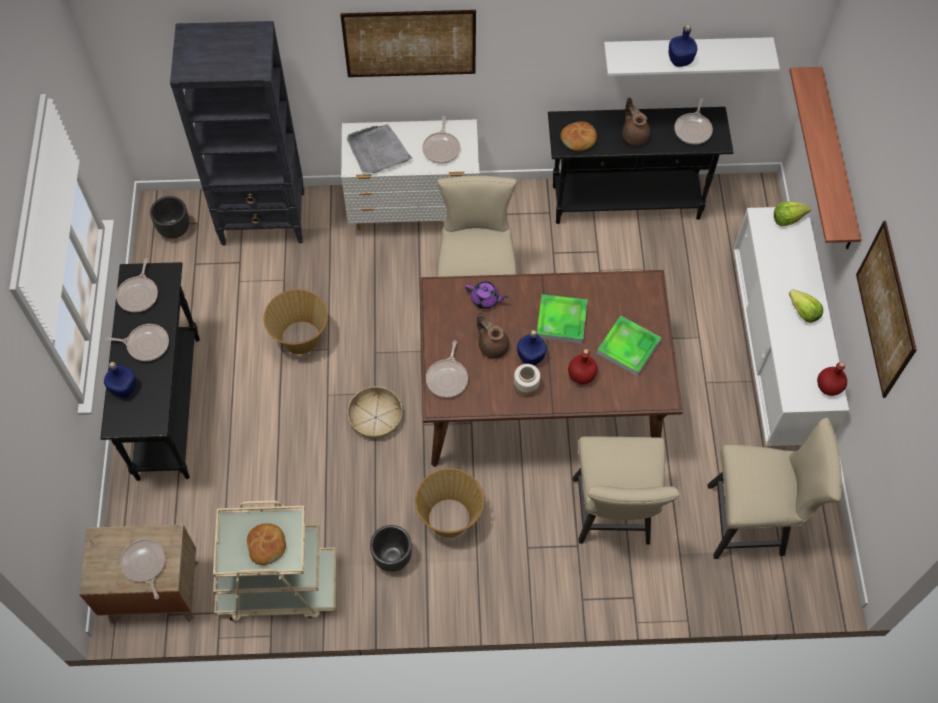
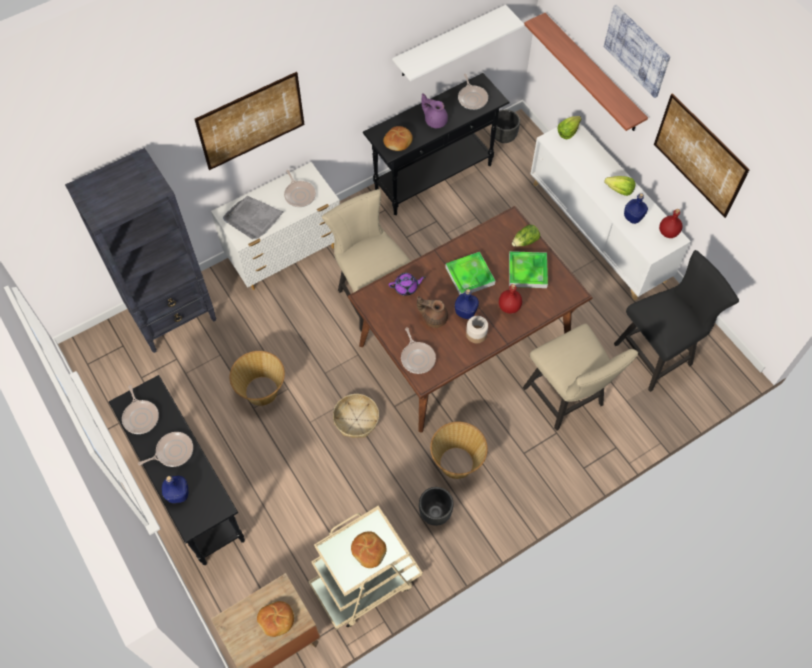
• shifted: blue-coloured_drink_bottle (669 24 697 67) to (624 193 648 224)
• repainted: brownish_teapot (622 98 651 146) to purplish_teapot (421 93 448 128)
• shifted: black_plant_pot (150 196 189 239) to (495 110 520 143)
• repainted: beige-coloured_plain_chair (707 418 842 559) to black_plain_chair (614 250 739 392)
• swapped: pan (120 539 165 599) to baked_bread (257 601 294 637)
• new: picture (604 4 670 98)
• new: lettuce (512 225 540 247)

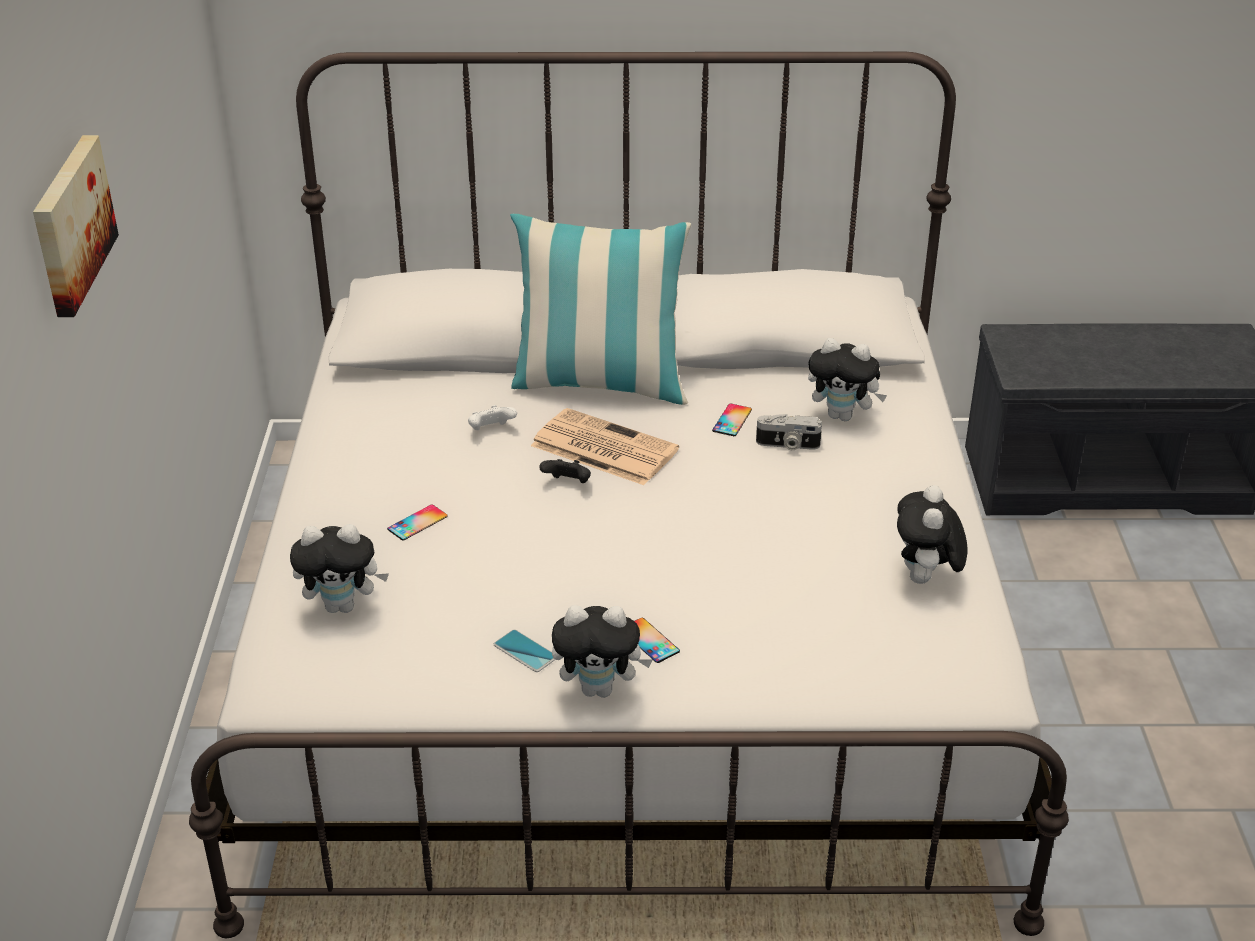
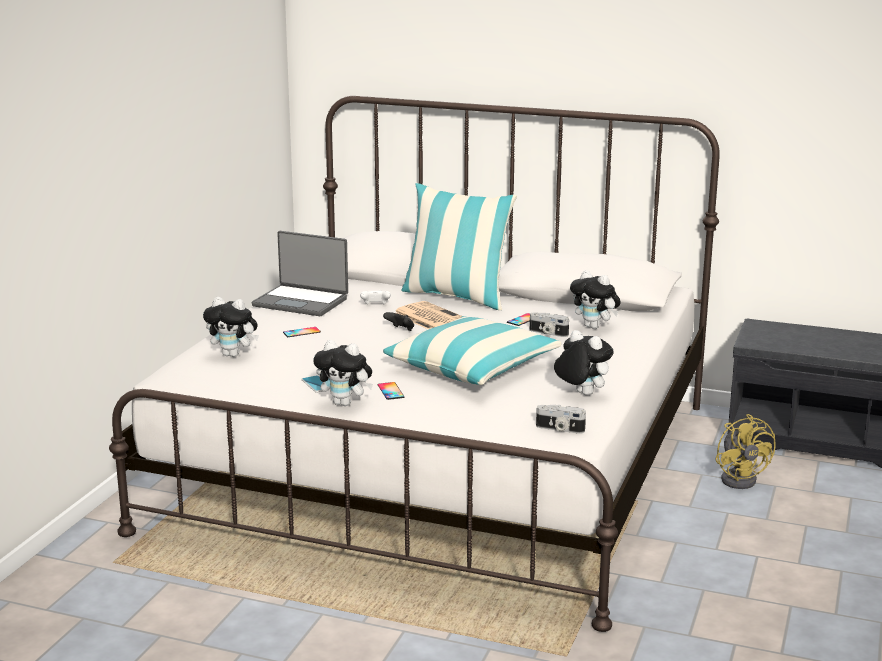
• gone: picture (33 135 119 317)
• rotated: cuddly_toy (897 485 968 584) = (554 330 614 395) 105 degrees clockwise
• new: laptop (252 231 348 316)
• new: pillow (383 316 561 385)
• new: photo_camera (536 405 586 434)
• new: yellowish_fan (715 414 776 489)

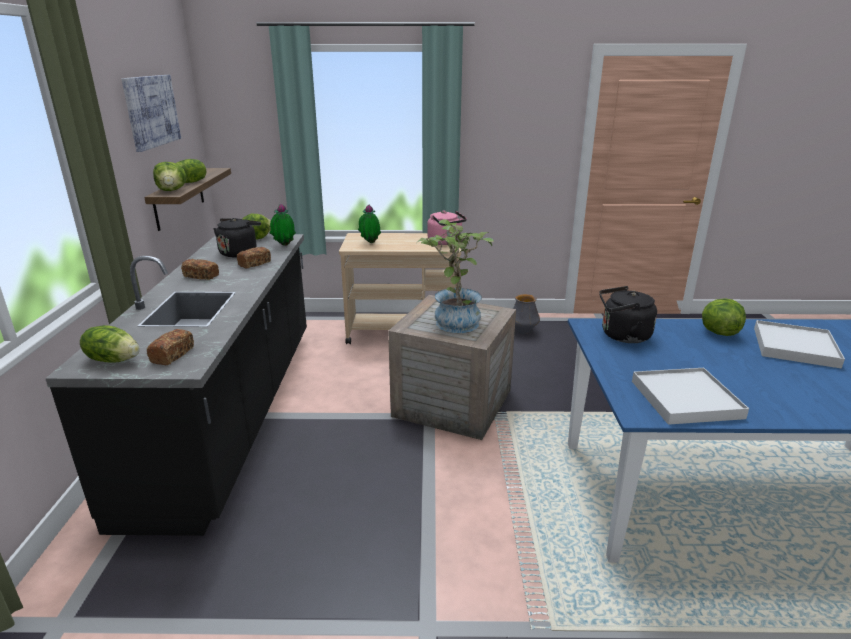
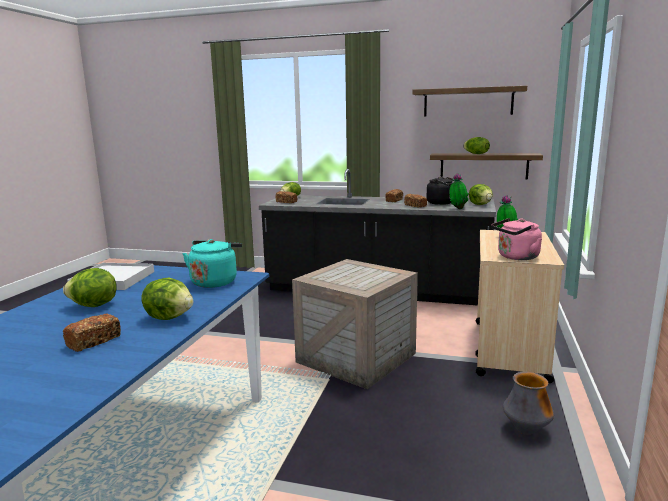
• swapped: picture (121 75 181 152) to bracket_shelf (412 86 527 117)
• shifted: lettuce (153 162 186 191) to (63 268 117 307)
• gone: plant_in_a_pot (418 219 494 333)
• repainted: black_tea_kettle (599 286 657 343) to turquoise_tea_kettle (182 239 242 288)
• swapped: white_tray (754 320 845 369) to baked_bread (63 314 121 352)

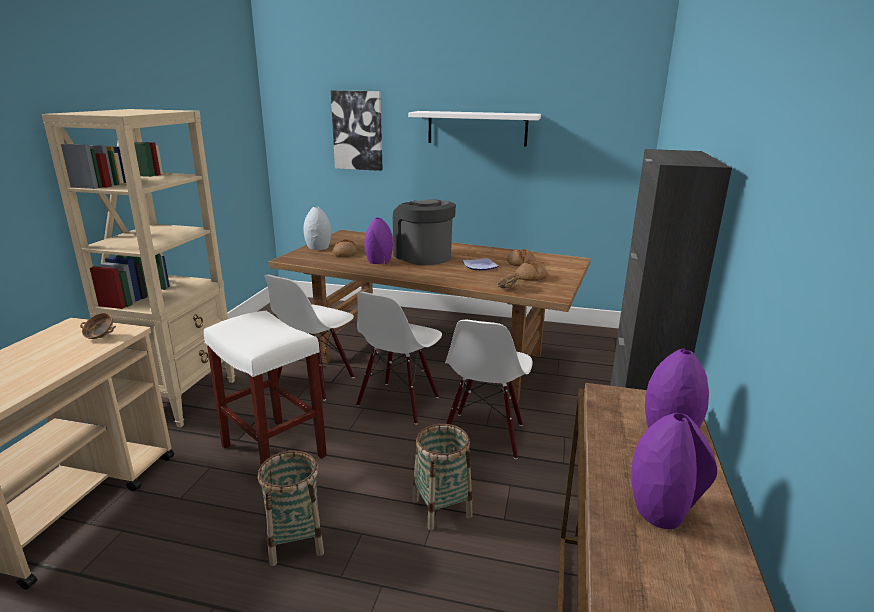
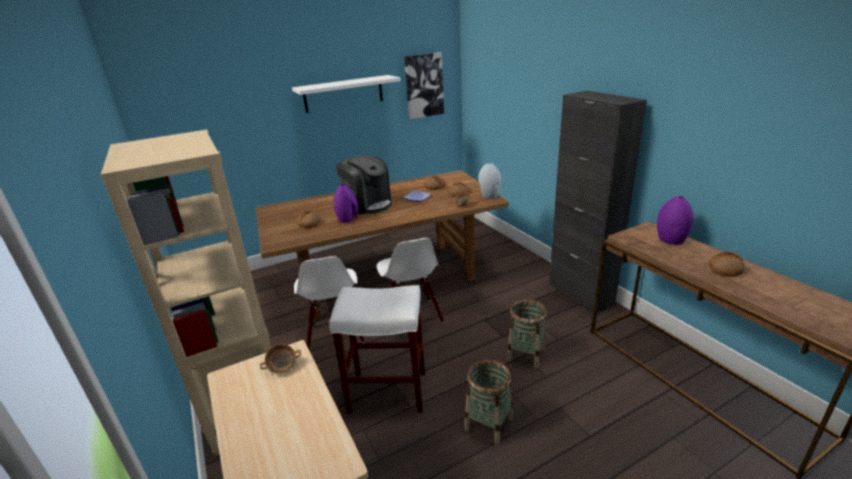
• shifted: picture (331 90 383 171) to (404 52 444 119)
• rotated: coffee_maker (393 199 456 265) = (336 156 392 214) 150 degrees counterclockwise
• shifted: grey_flower_vase (304 207 331 250) to (478 163 501 199)
• gone: white_plain_chair (445 320 533 459)
• swapped: purplish_flower_vase (631 413 717 529) to baked_bread (709 251 745 277)

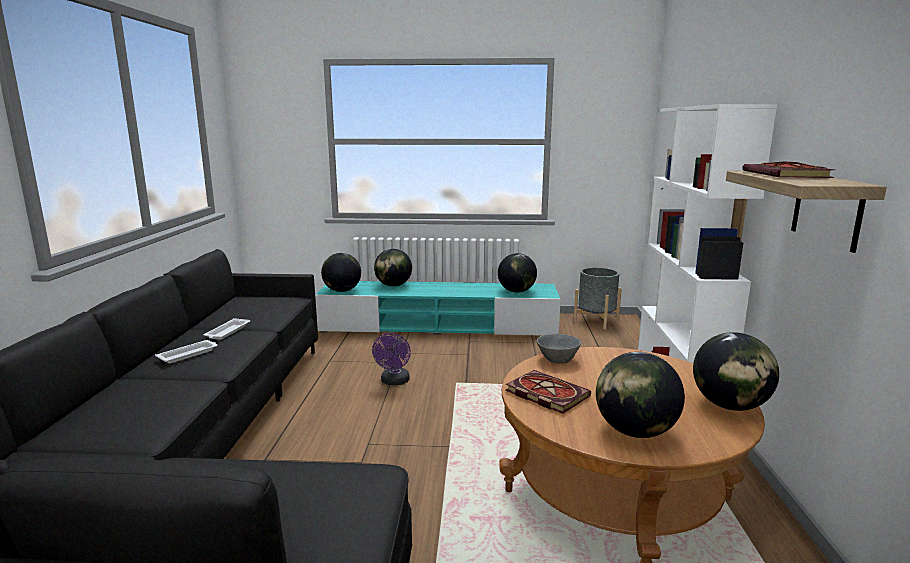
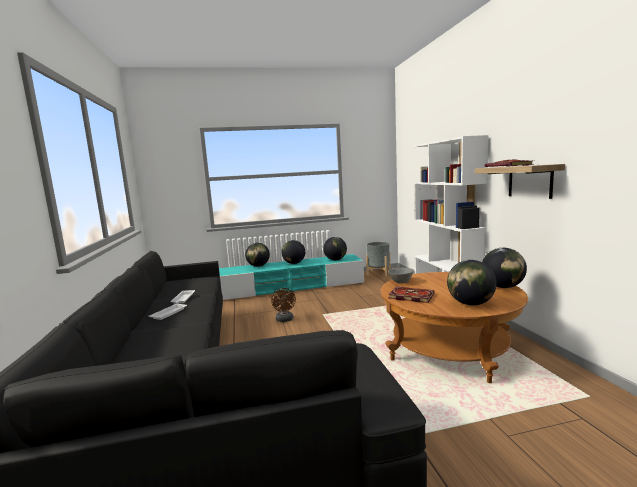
• shifted: desk_globe (321 253 361 292) to (282 240 305 264)
• repainted: purplish_fan (372 333 411 385) to brownish_fan (271 288 296 322)

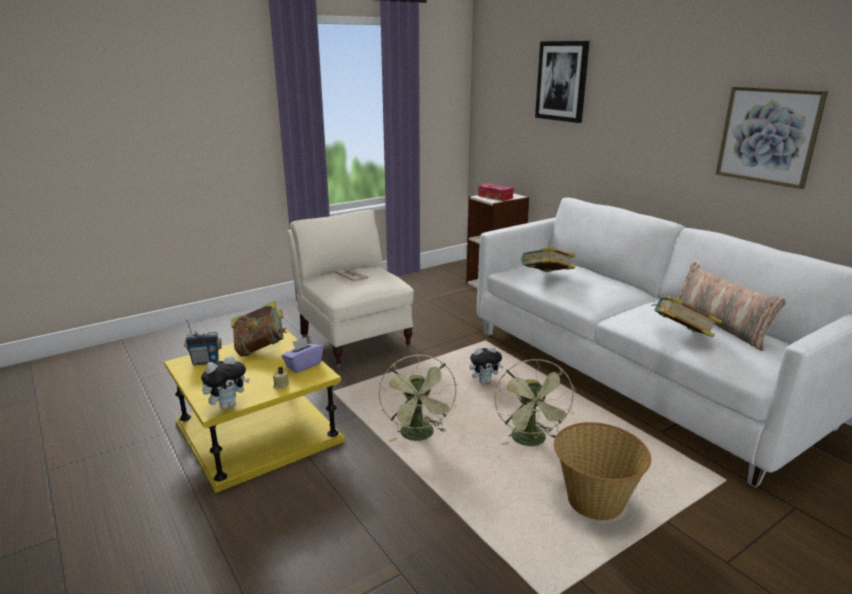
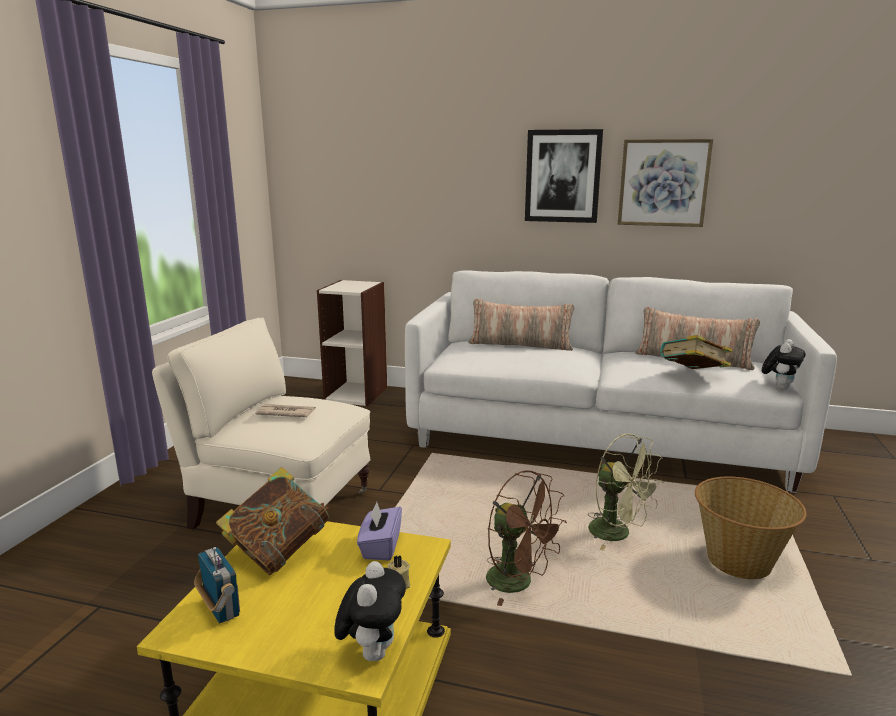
• shifted: picture (535 41 590 123) to (525 129 603 223)
• gone: box_of_tissues (478 183 513 201)
• gone: bound_book (521 247 575 272)
• rotated: radio_set (184 320 221 366) = (194 547 240 624) 75 degrees counterclockwise
• shifted: cuddly_toy (469 346 504 384) to (762 339 806 390)
• repainted: green_fan (379 355 457 442) to brownish_fan (486 470 567 606)
• new: pillow (468 299 574 351)

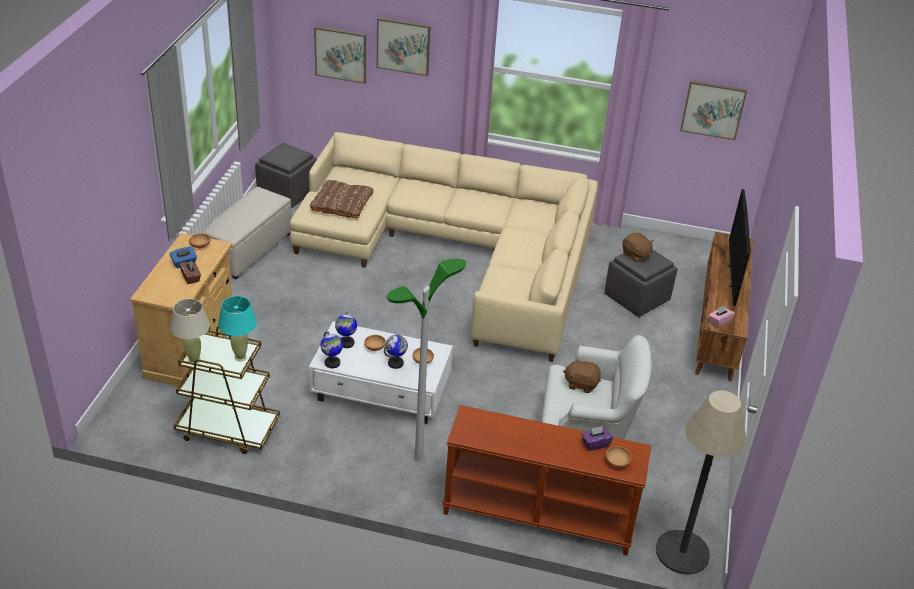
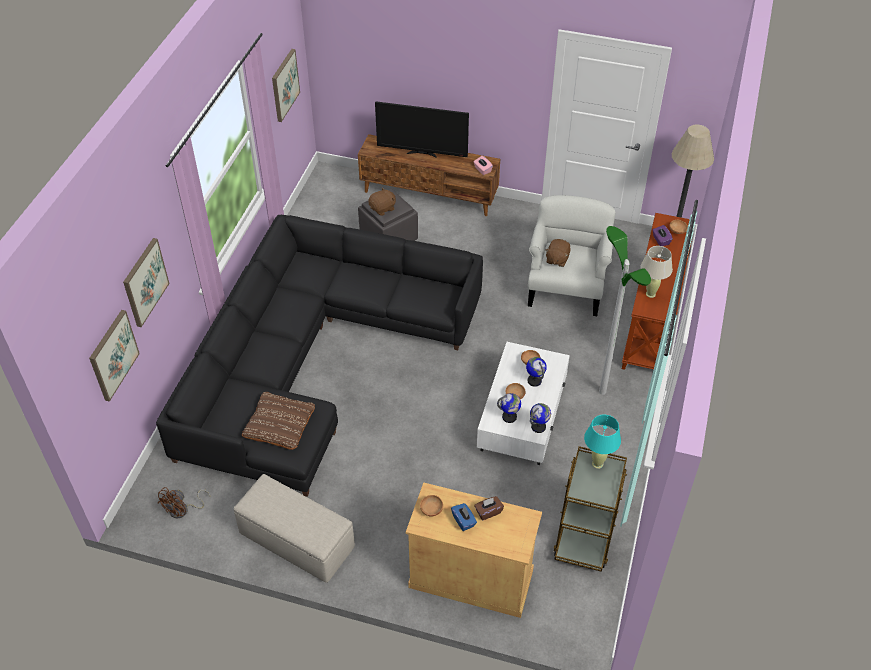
• repainted: beige-coloured_sofa (290 132 598 362) to black_sofa (156 215 483 497)
• swapped: grey_footrest (255 143 317 208) to brownish_fan (158 487 210 519)
• shifted: beige-coloured_tabletop_lamp (170 299 210 364) to (641 246 673 298)

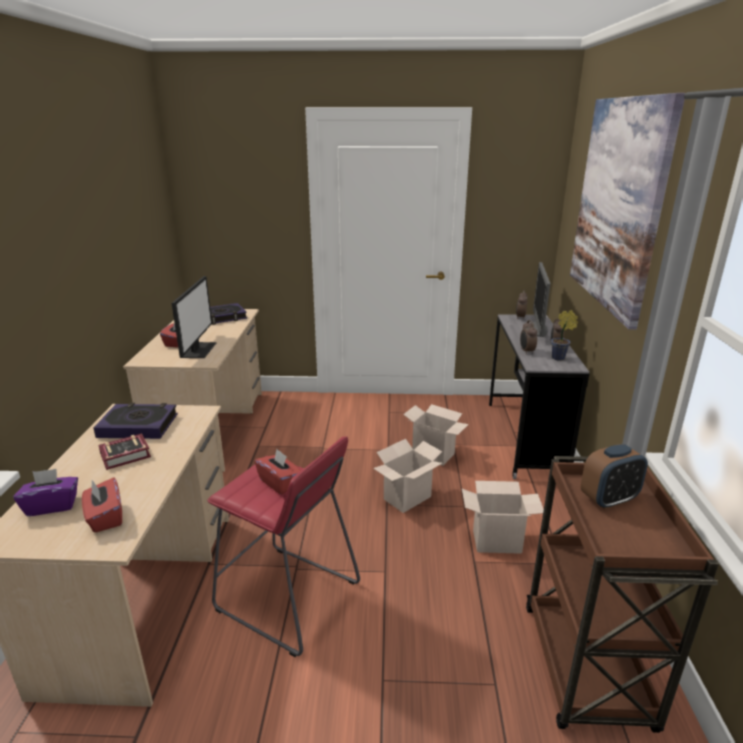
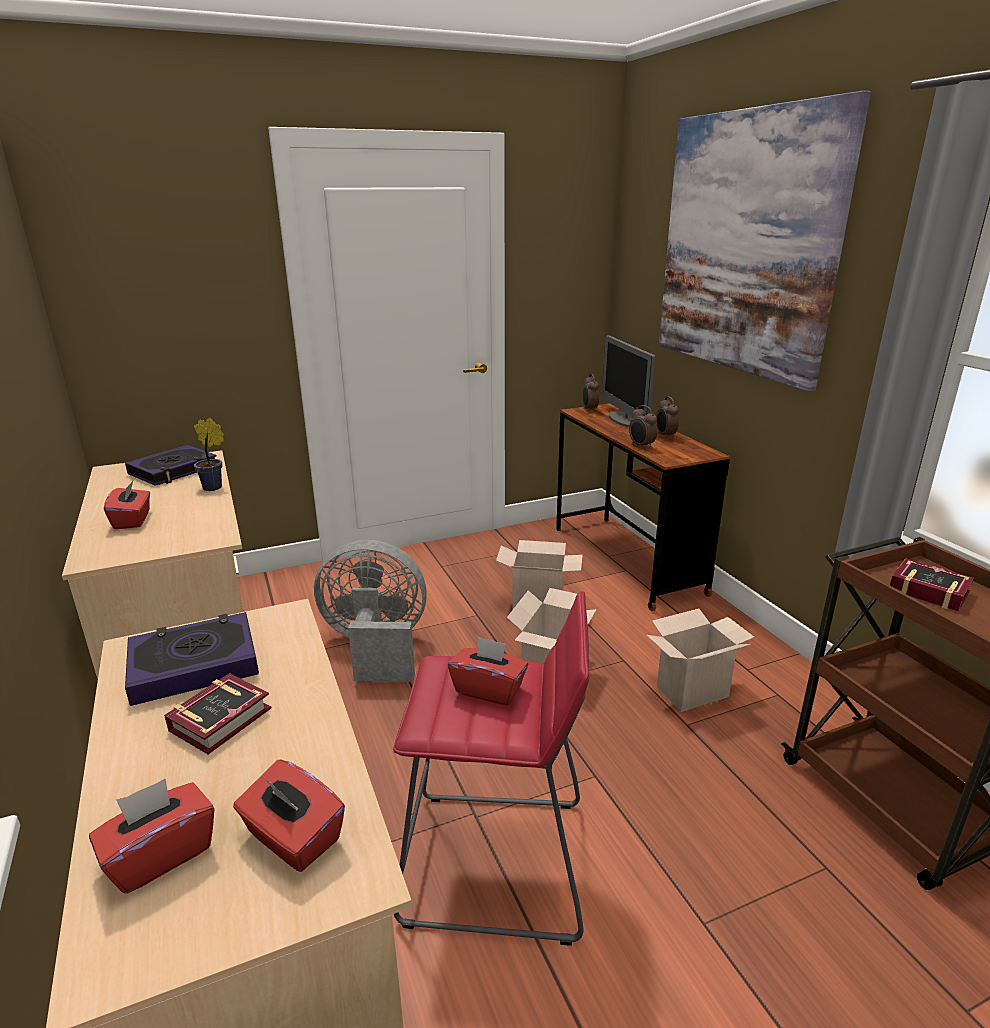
• gone: computer_screen (172 276 216 358)
• shifted: plant_in_a_pot (551 310 578 361) to (194 418 224 491)
• repainted: grey_desk (489 314 589 479) to brownish_desk (556 403 730 611)
• swapped: alarm_clock (581 444 648 509) to bound_book (890 559 974 611)
• repainted: purplish_box_of_tissues (13 469 78 516) to reddish_box_of_tissues (89 778 214 894)
• new: grey_fan (314 540 427 682)

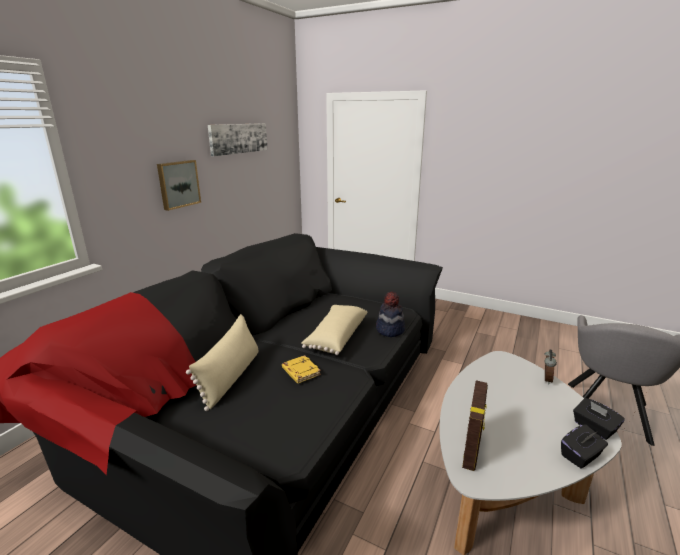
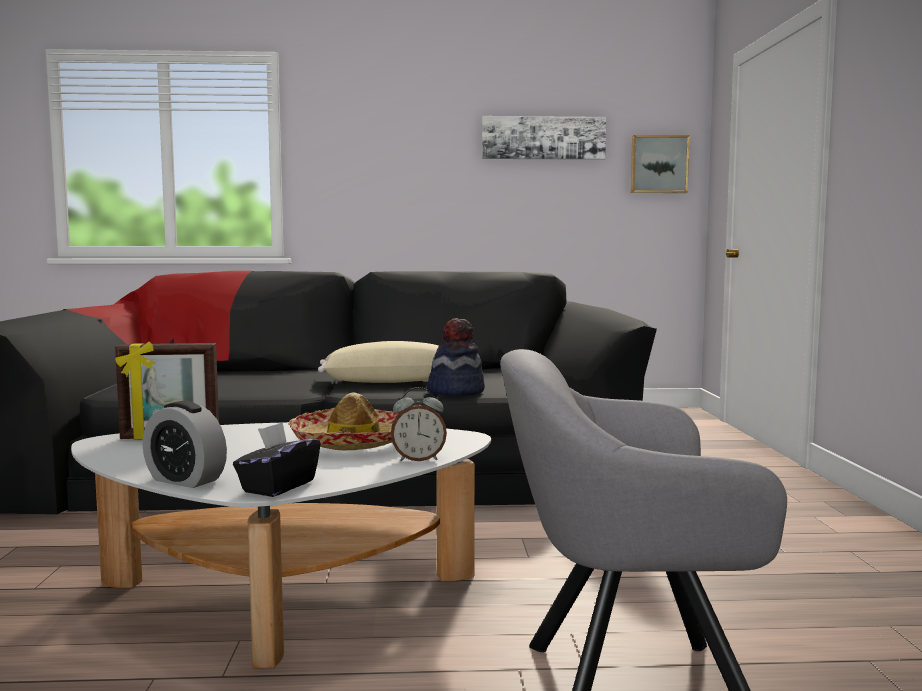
• shifted: picture (157 160 201 211) to (631 135 690 193)
• gone: beige-coloured_pillow (186 314 258 411)
• gone: yellowish_bound_book (282 355 321 383)
• swapped: black_box_of_tissues (561 424 608 468) to alarm_clock (143 401 227 488)
• new: wearable_hat (288 392 399 450)

